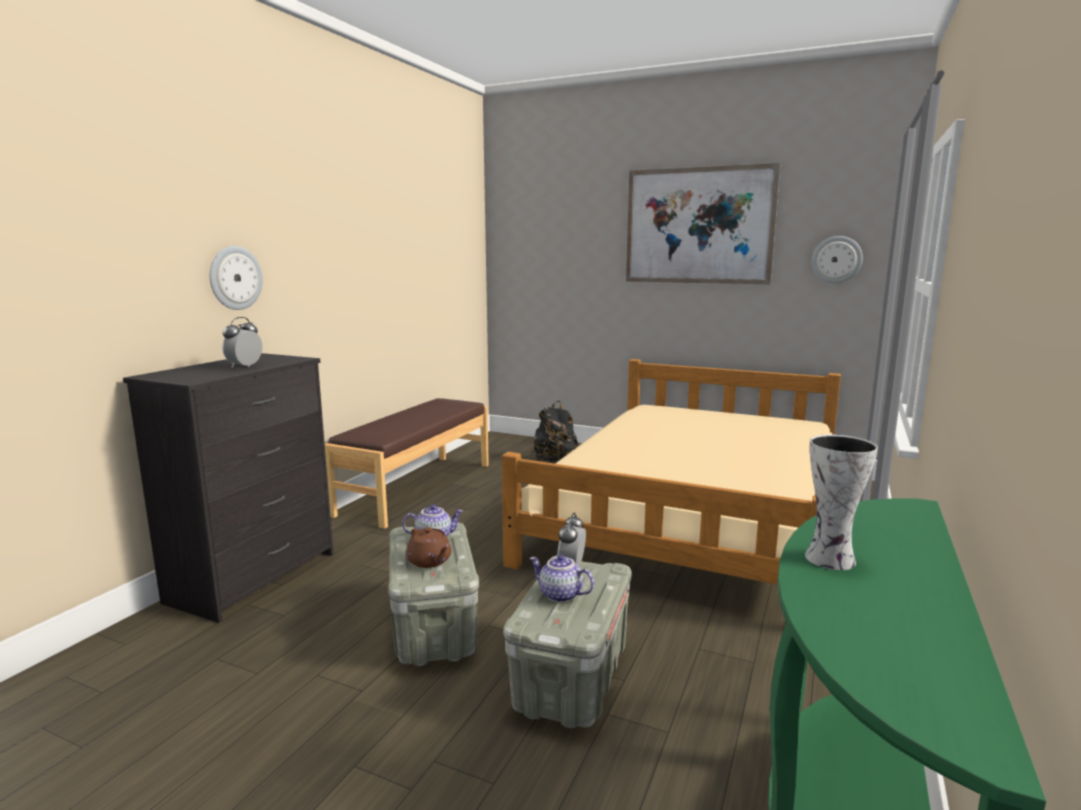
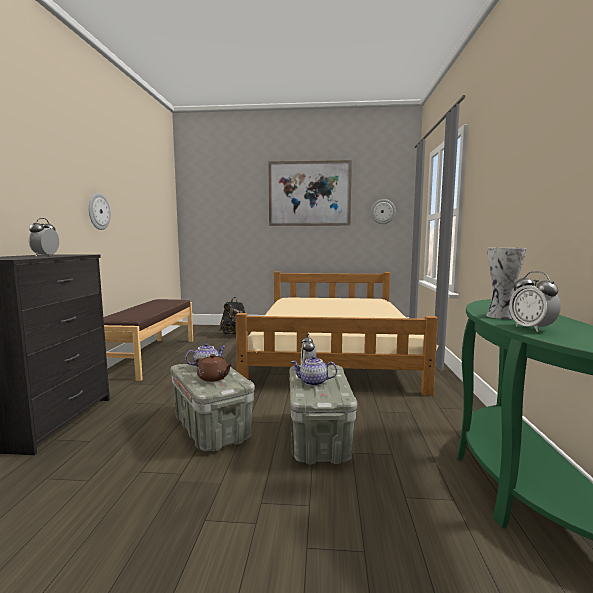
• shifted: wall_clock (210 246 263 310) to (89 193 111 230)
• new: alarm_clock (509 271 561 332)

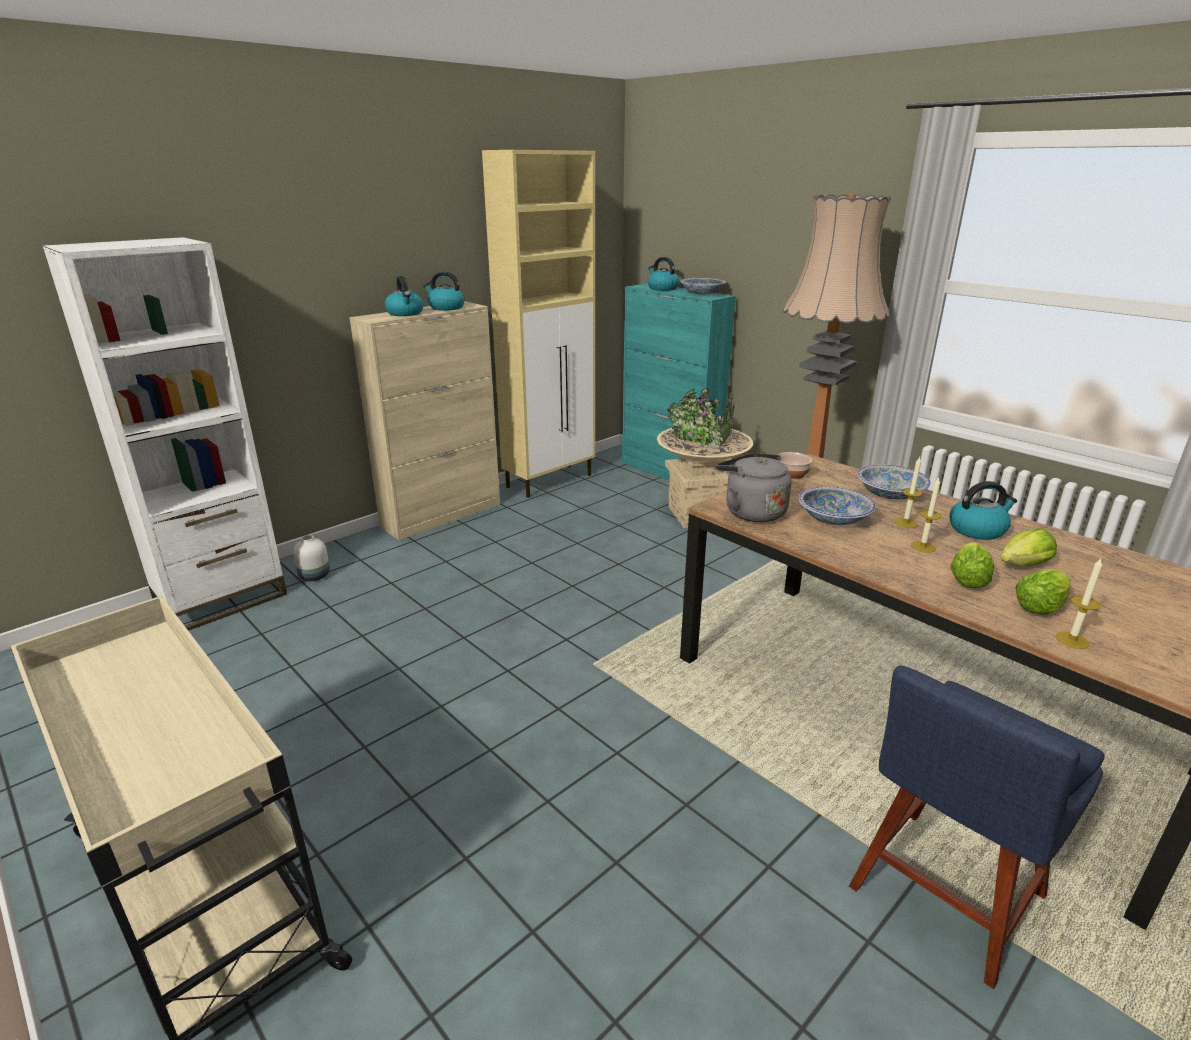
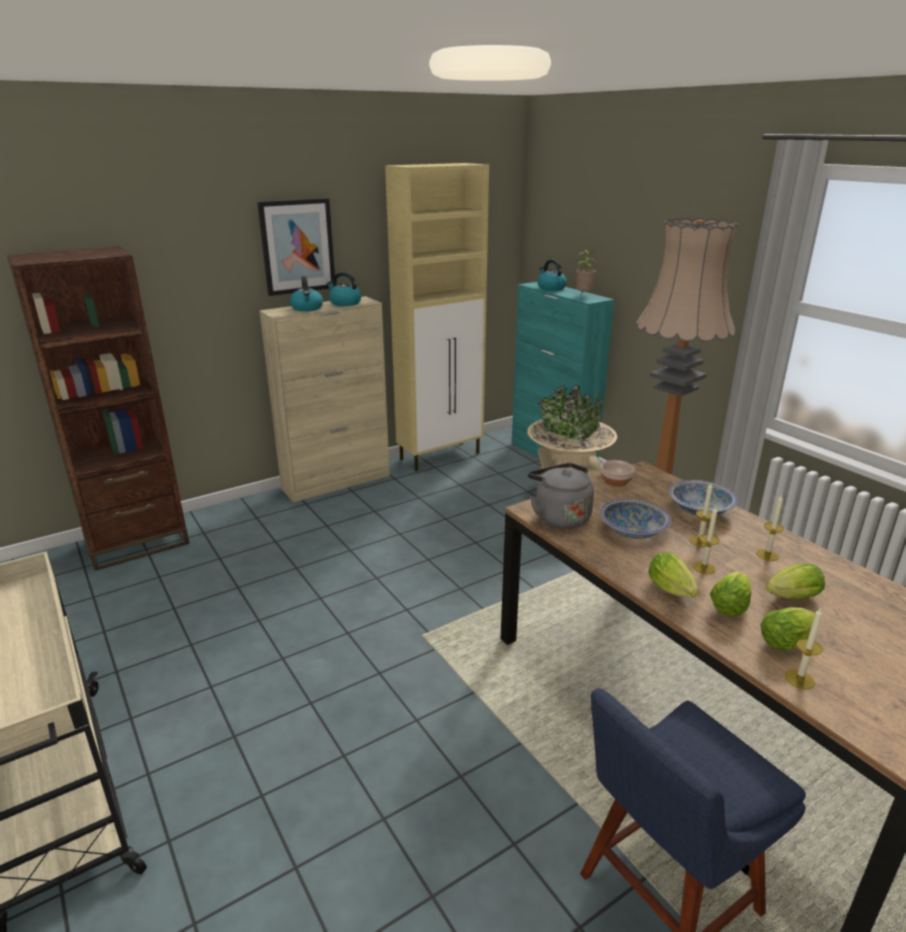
• repainted: white_bookcase (43 237 287 631) to brownish_bookcase (7 246 189 571)
• swapped: bowl (680 278 726 295) to plant_in_a_pot (576 250 596 293)
• swapped: tea_kettle (949 481 1017 540) to candle (756 495 784 561)
• gone: white_flower_vase (293 535 330 581)
• new: picture (257 198 335 296)
• new: lettuce (648 552 699 598)

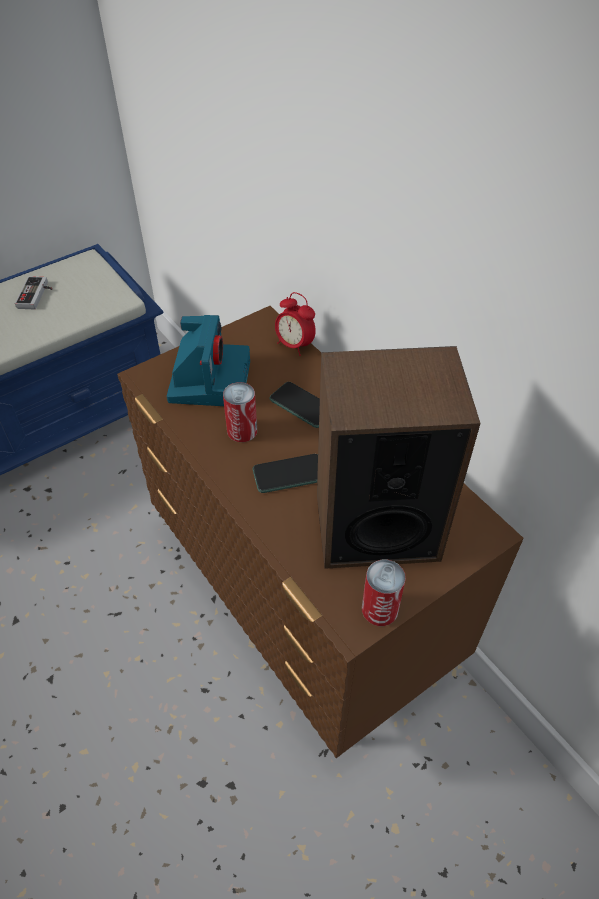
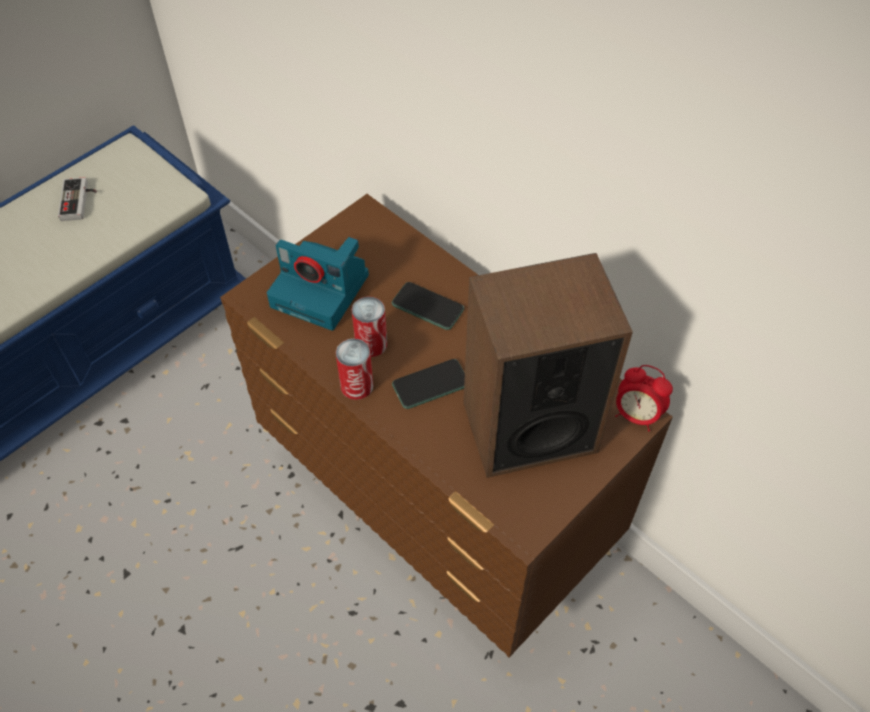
• shifted: alarm_clock (275 292 316 356) to (615 365 673 431)
• rotated: photo_camera (167 315 250 406) = (267 237 369 330) 120 degrees clockwise
• shifted: metal_can (362 560 406 626) to (336 338 373 400)

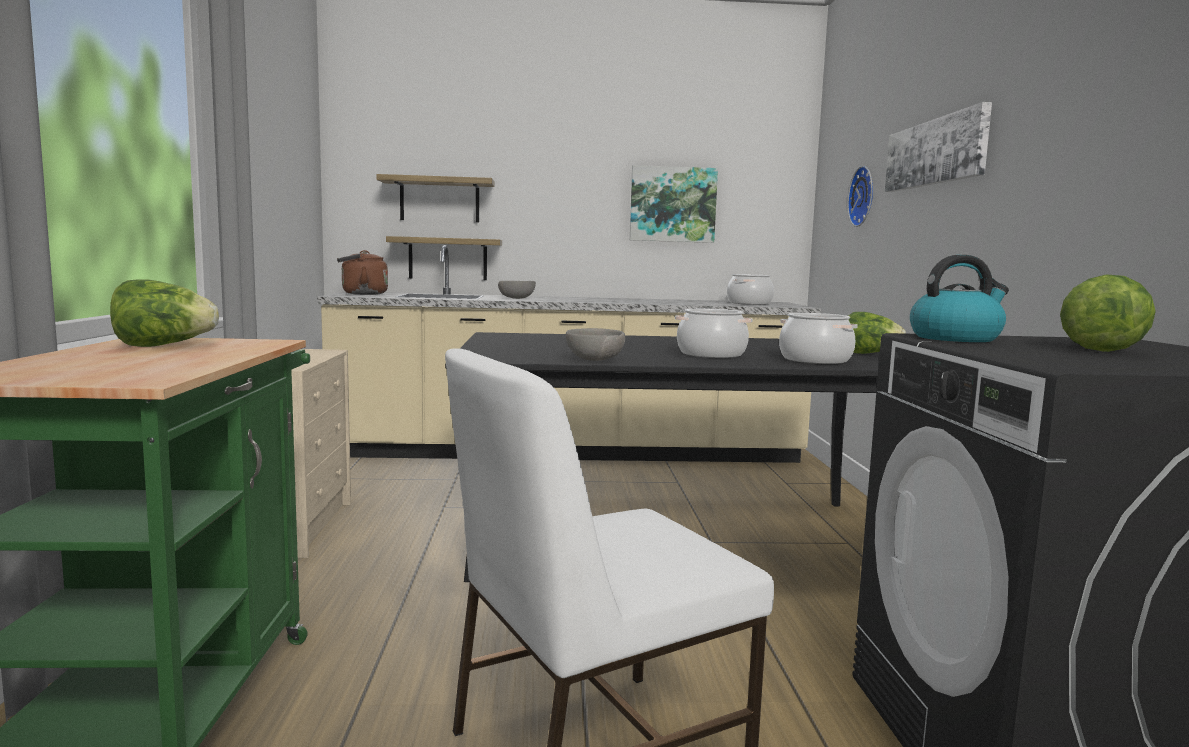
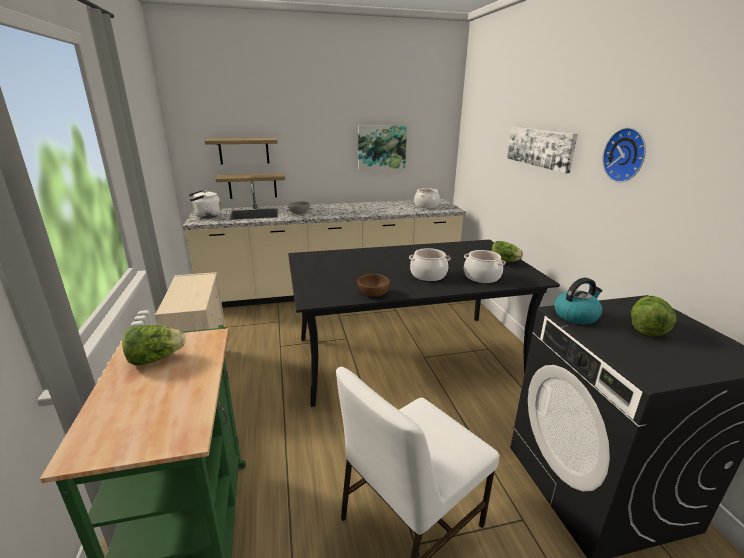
• shifted: wall_clock (847 166 873 227) to (602 127 646 182)
• repainted: brownish_tea_kettle (337 250 388 295) to white_tea_kettle (189 190 221 218)
• repainted: grey_bowl (566 328 625 361) to brownish_bowl (358 274 390 297)

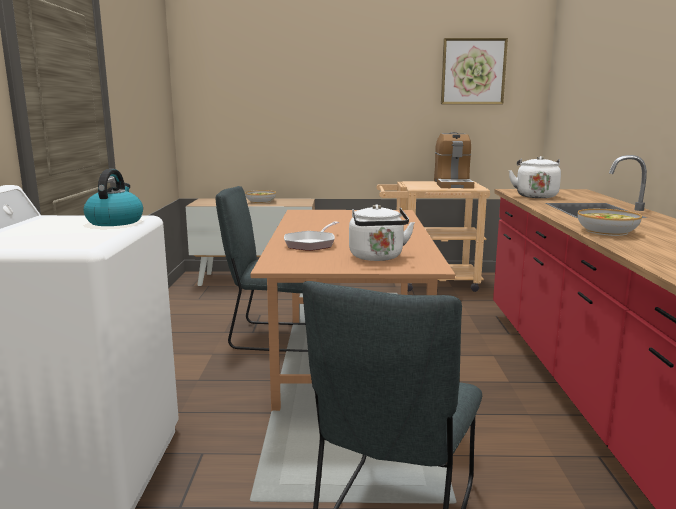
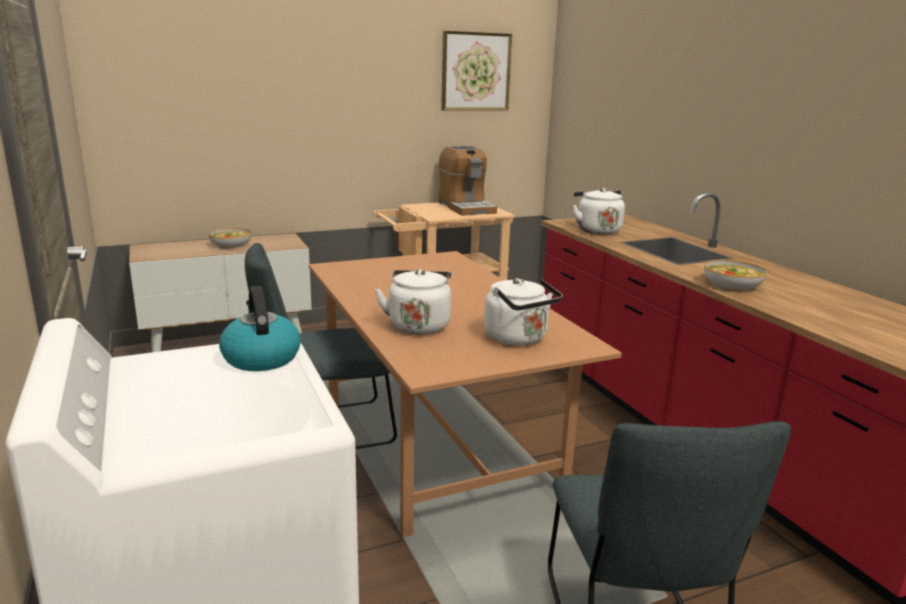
• swapped: pan (284 221 339 251) to white_tea_kettle (375 269 451 334)

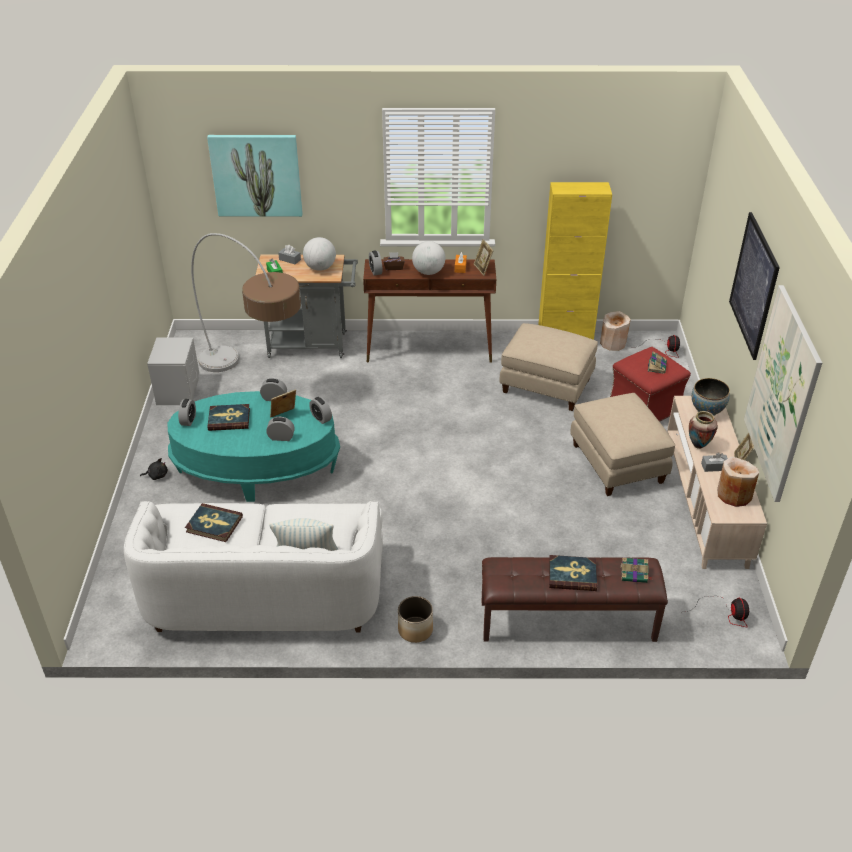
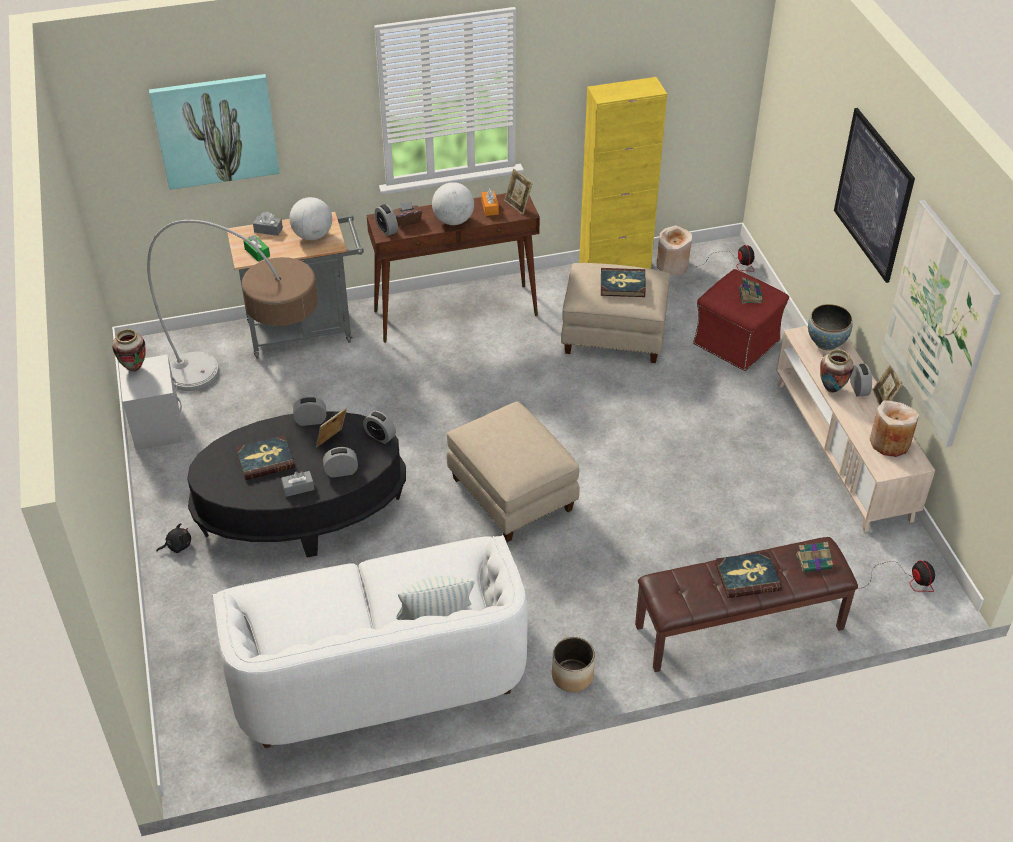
• repainted: turquoise_coffee_table (168 391 340 502) to black_coffee_table (187 411 406 558)
• shifted: beige-coloured_footrest (570 393 675 496) to (447 401 580 542)
• shifted: alarm_clock (178 399 196 426) to (850 364 872 397)
• shifted: grey_box_of_tissues (701 452 728 472) to (281 471 314 497)
• shifted: bound_book (185 503 243 542) to (601 268 646 297)
• new: flower_vase (113 329 145 372)

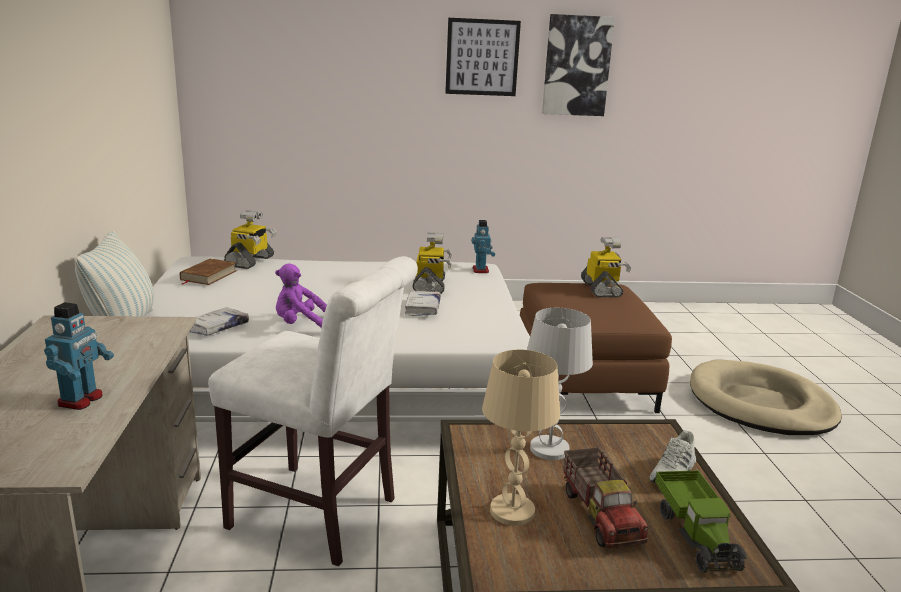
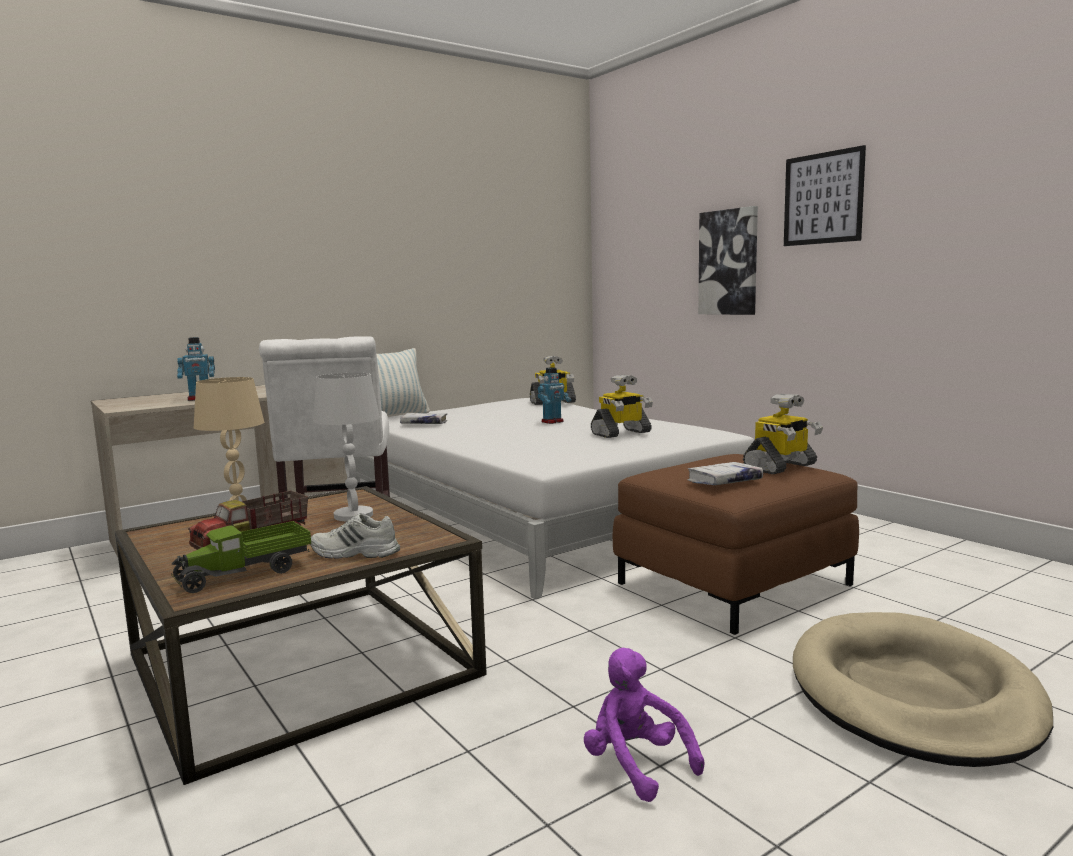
• shifted: picture (542 14 615 116) to (698 206 758 315)
• shifted: toy_robot (471 220 495 273) to (538 367 571 424)
• gone: brownish_bound_book (180 259 237 285)
• shifted: purplish_cuddly_toy (275 264 327 328) to (584 648 705 802)
• shifted: white_bound_book (405 291 441 316) to (687 462 763 485)

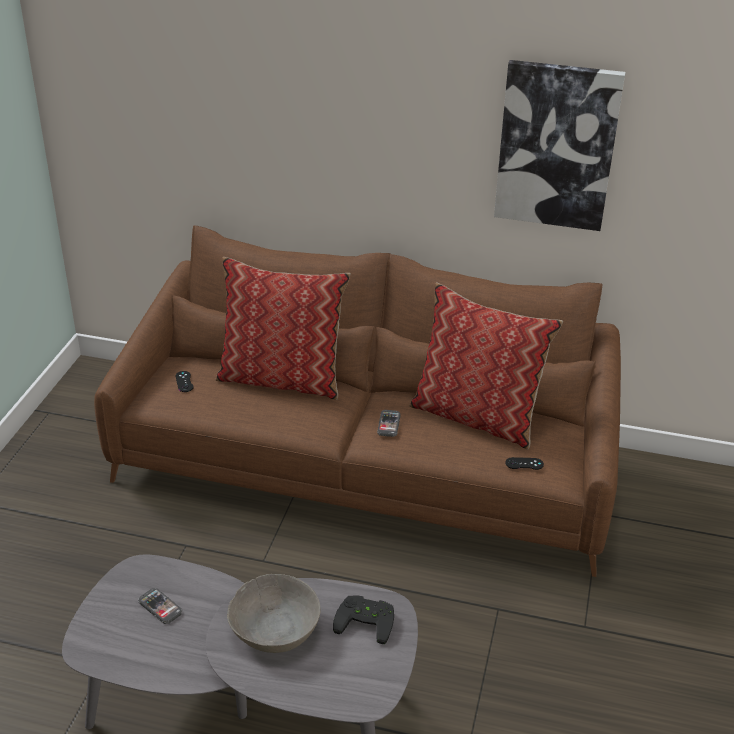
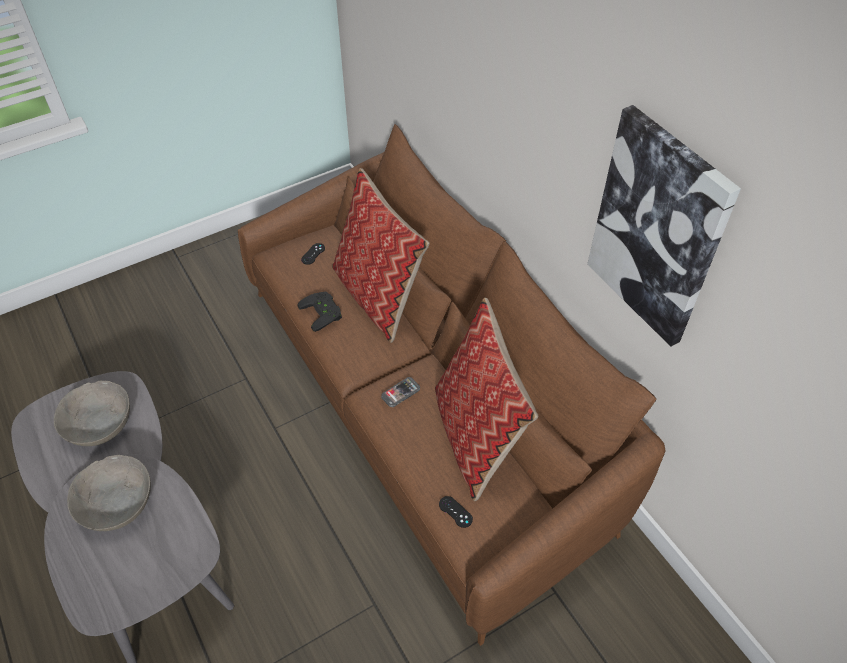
• swapped: phone (138 588 182 624) to grey_bowl (54 381 130 446)
• shifted: black_joypad (333 596 394 644) to (297 291 342 332)

